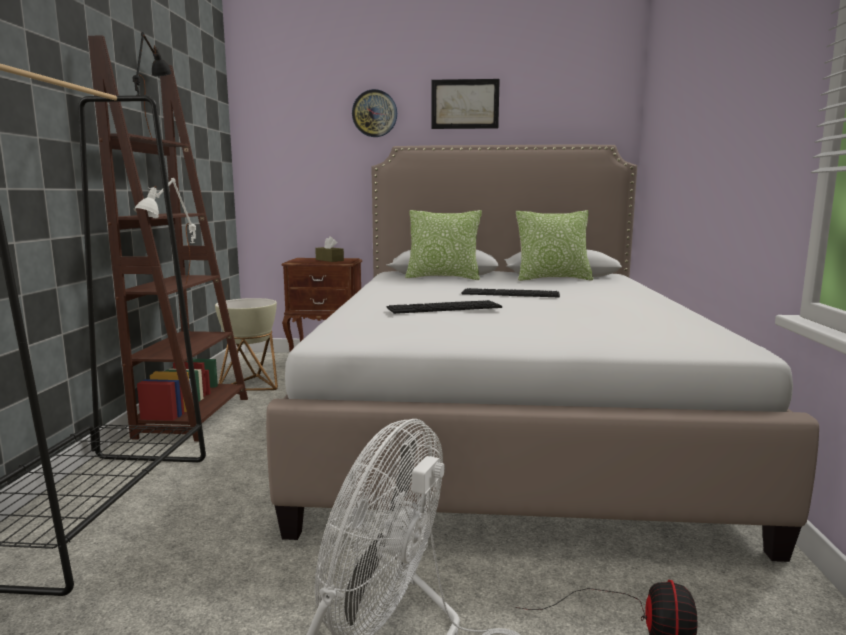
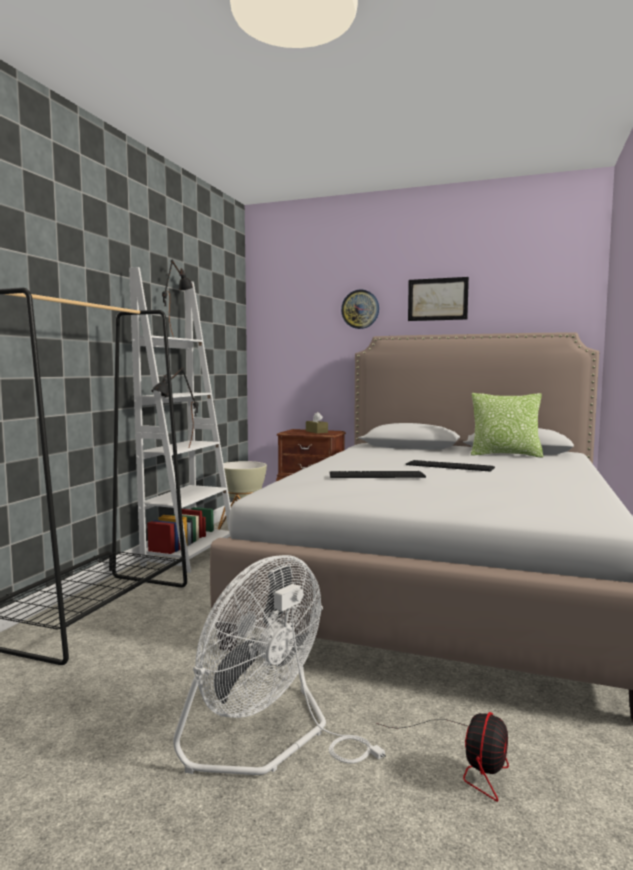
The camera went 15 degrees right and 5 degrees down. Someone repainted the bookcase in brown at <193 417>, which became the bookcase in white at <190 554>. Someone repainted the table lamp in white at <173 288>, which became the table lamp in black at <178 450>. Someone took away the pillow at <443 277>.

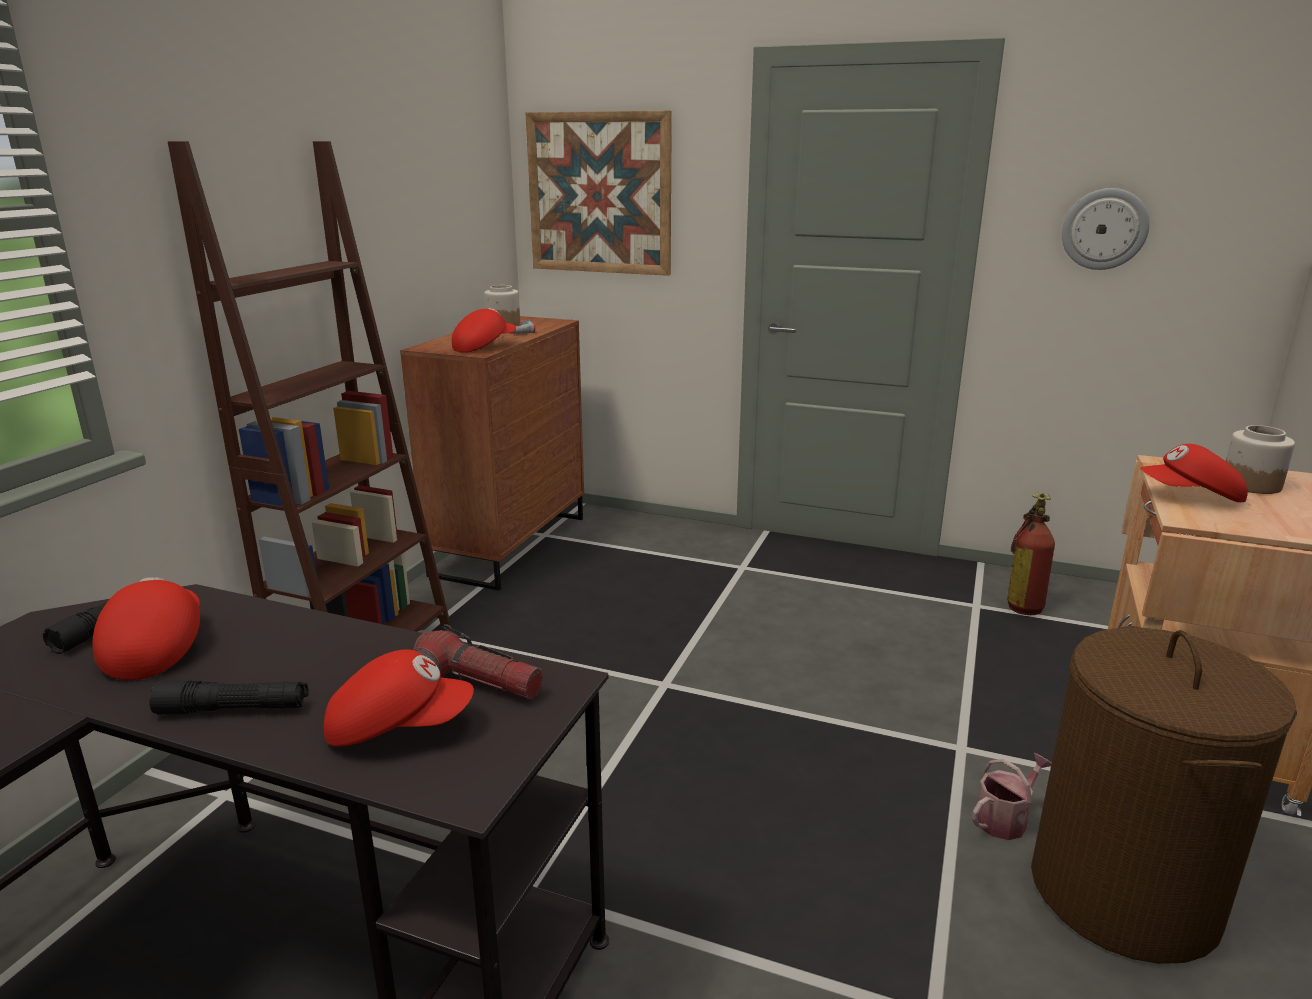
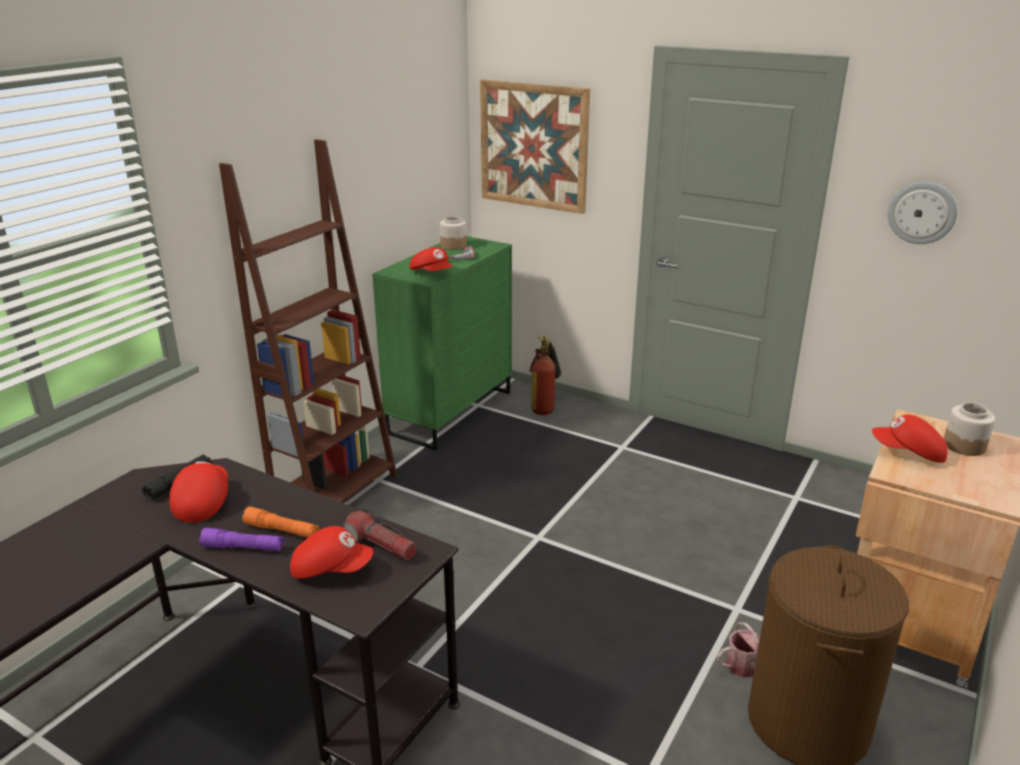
The camera went 10 degrees right and 5 degrees up. Someone rotated the cap in red at <483 347> by 90 degrees clockwise. Someone repainted the dresser in brown at <509 545>, which became the dresser in green at <450 412>. Someone carried the fire extinguisher from <1022 602> to <546 406>. Someone repainted the flashlight in black at <233 709>, which became the flashlight in purple at <243 548>. Someone put down the flashlight in orange at <282 530>.

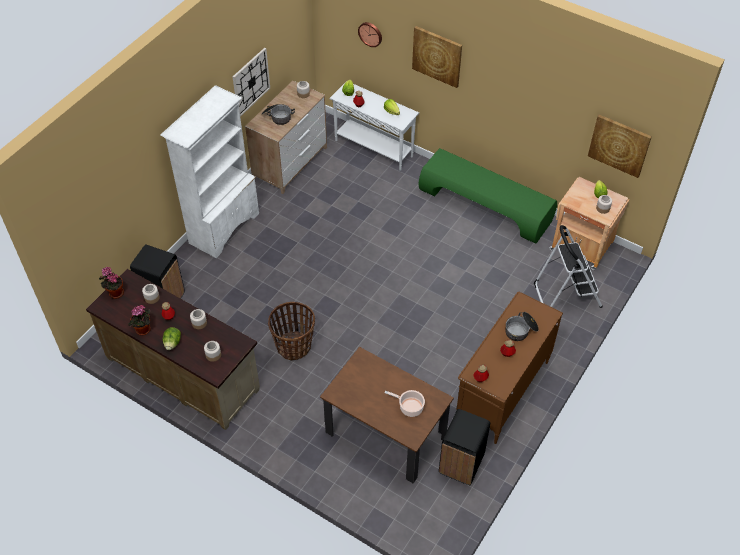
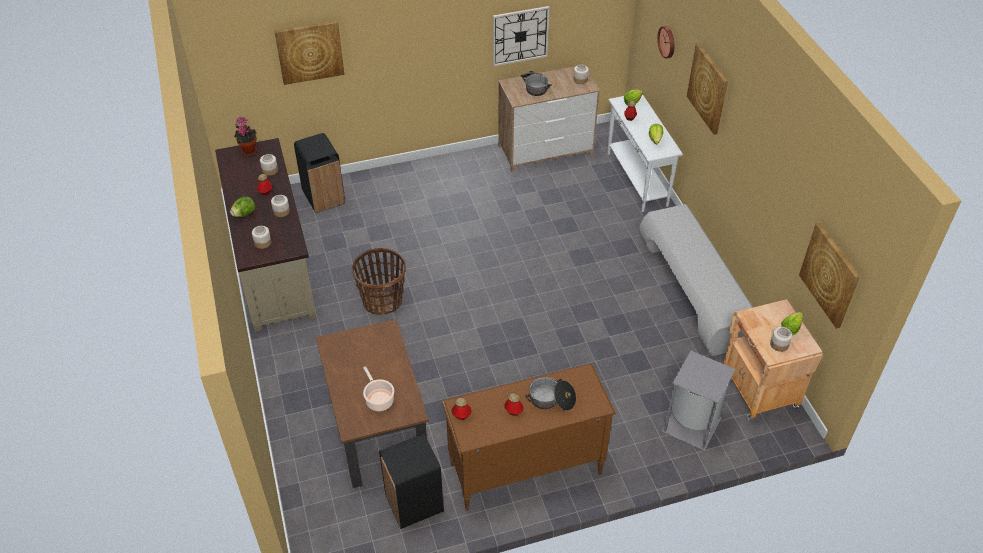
The camera went 40 degrees right and 5 degrees down. Someone took away the bookcase in white at <224 227>. Someone repainted the bench in green at <485 205>, which became the bench in grey at <695 290>. Someone swapped the step ladder at <565 295> for the trash can in grey at <691 423>. Someone took away the potted plant at <143 330>. Someone put up the picture at <310 52>.

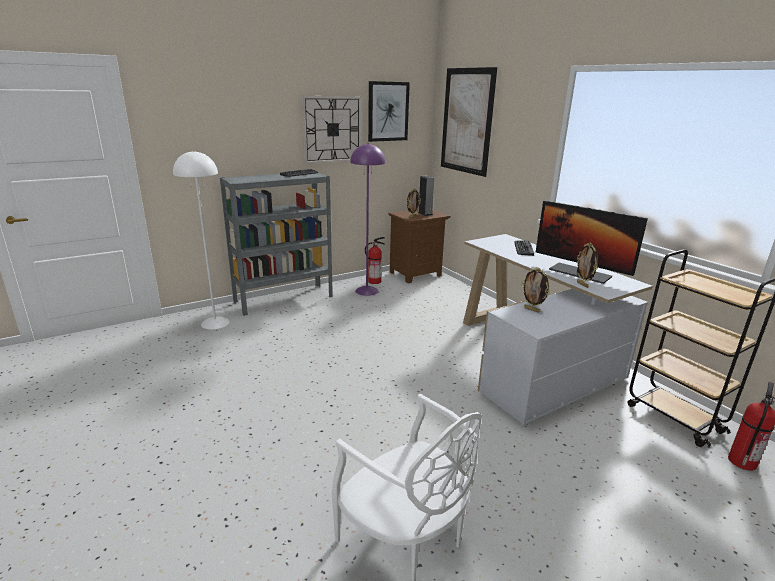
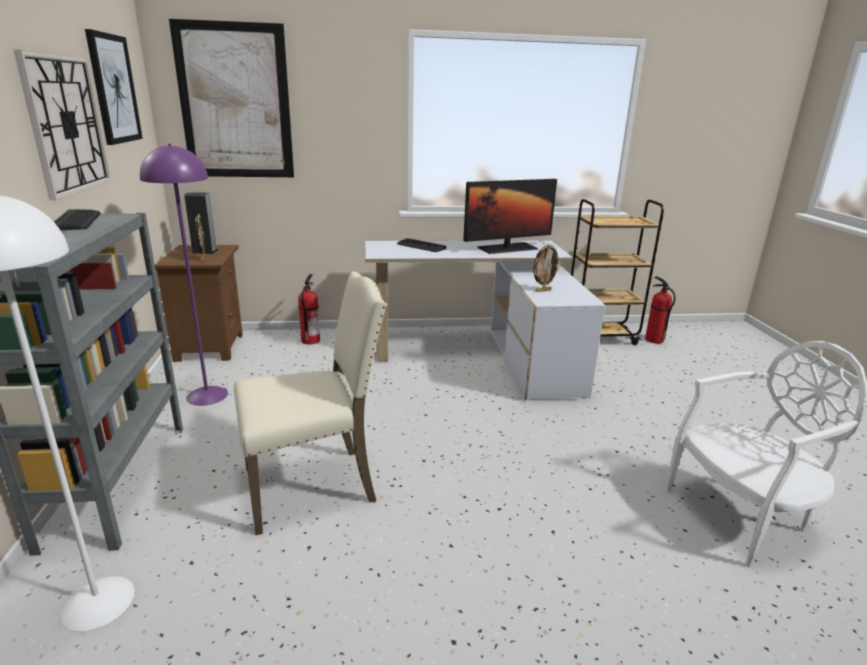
The camera went 65 degrees left and 0 degrees up. Someone carried the fire extinguisher from <375 281> to <310 340>. Someone took away the picture frame at <583 285>. Someone put down the chair in beige at <313 485>.

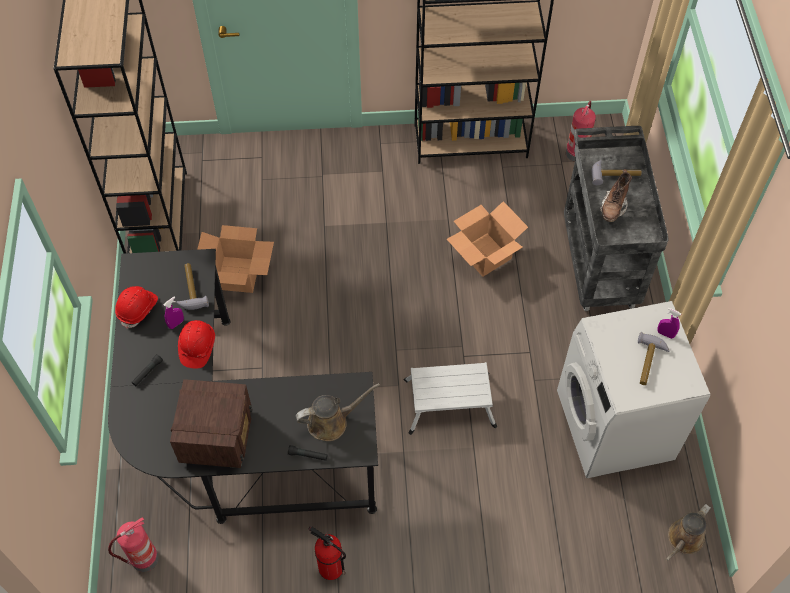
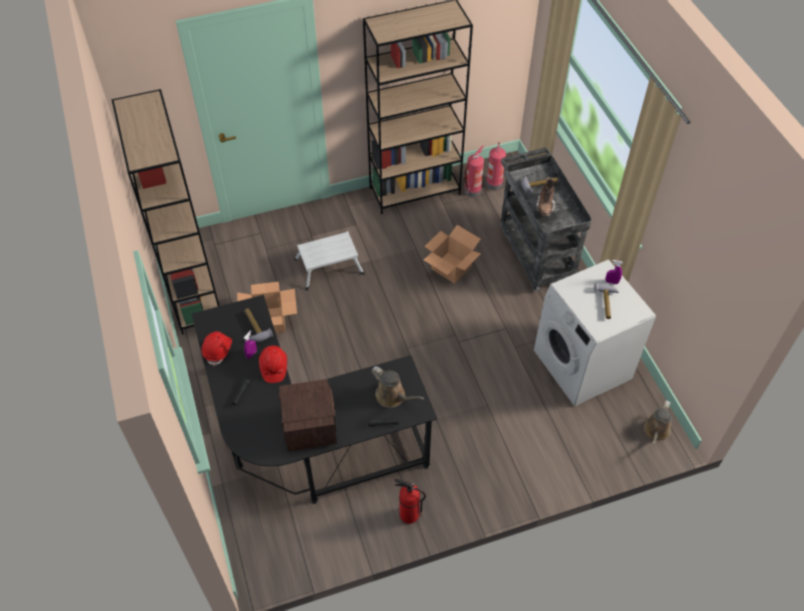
The camera went 15 degrees left and 5 degrees down. Someone carried the step ladder in white from <448 402> to <328 266>. Someone rotated the watering can in brown at <331 422> by 75 degrees clockwise. Someone carried the fire extinguisher from <143 560> to <472 192>.

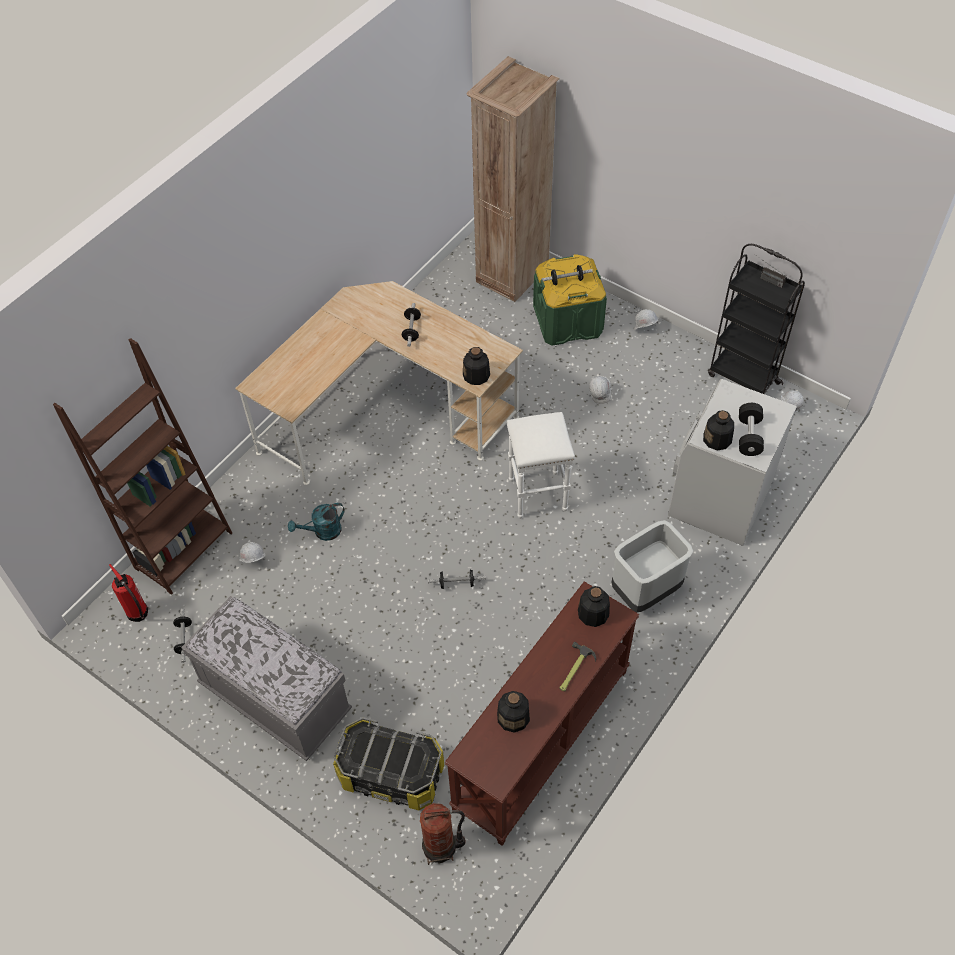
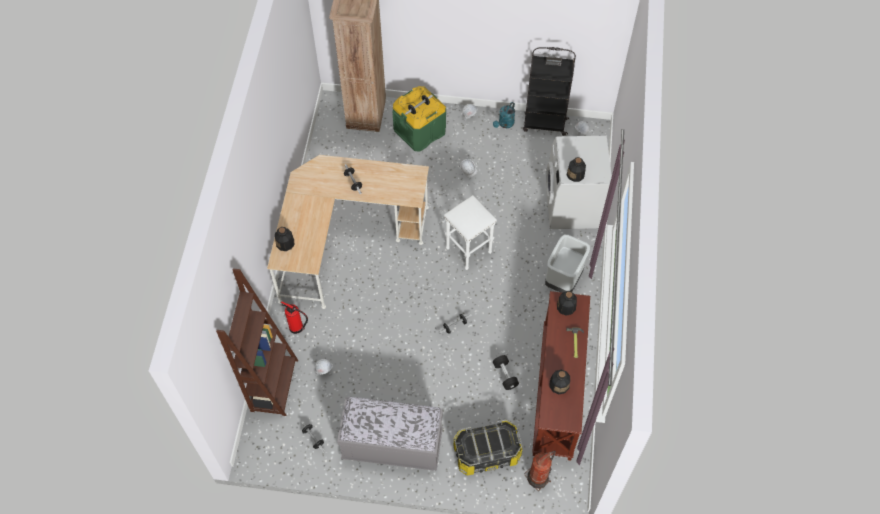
The camera went 30 degrees left and 5 degrees up. Someone carried the bottle from <476 375> to <285 243>. Someone carried the dumbbell in black from <749 436> to <505 375>. Someone carried the watering can in turquoise from <322 532> to <504 124>. Someone carried the fire extinguisher from <138 614> to <297 328>.

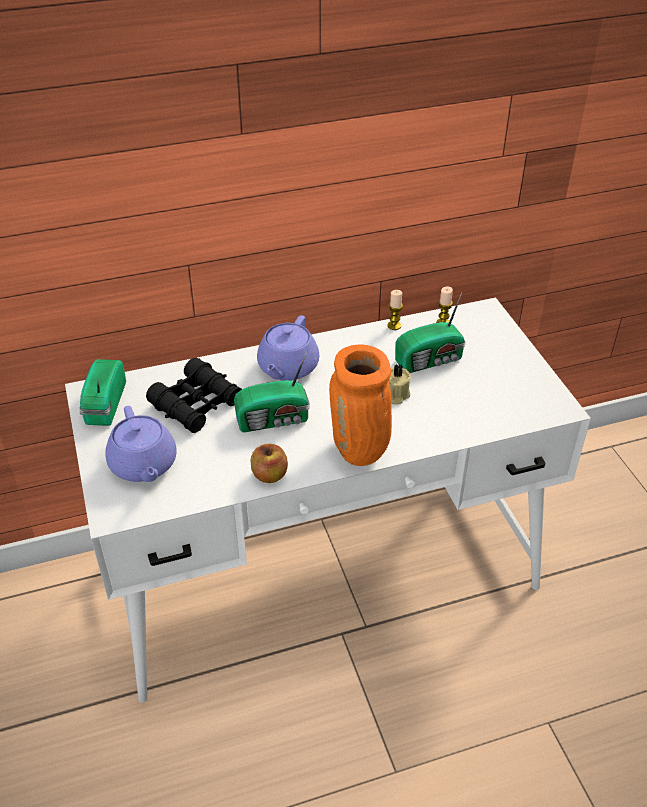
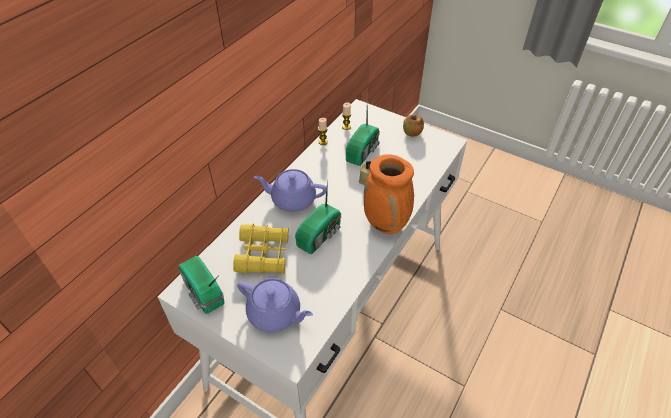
The camera went 40 degrees left and 5 degrees up. Someone rotated the teapot in purple at <287 368> by 120 degrees clockwise. Someone repainted the binoculars in black at <196 404>, which became the binoculars in yellow at <263 254>. Someone carried the apple from <269 475> to <412 133>.

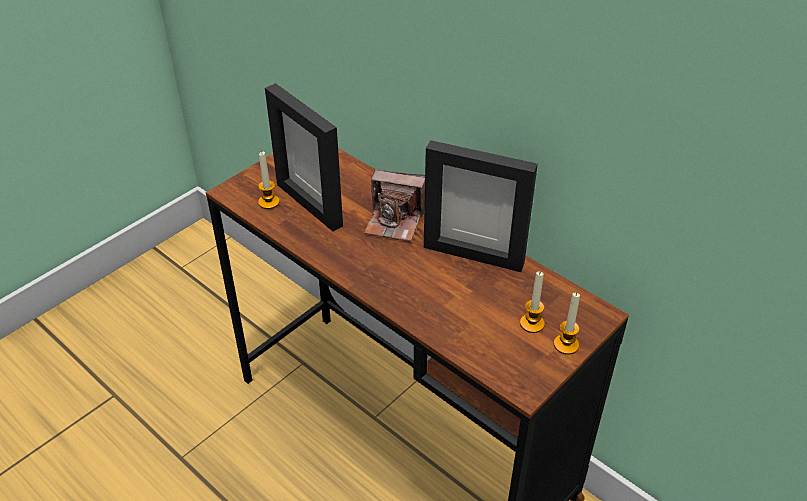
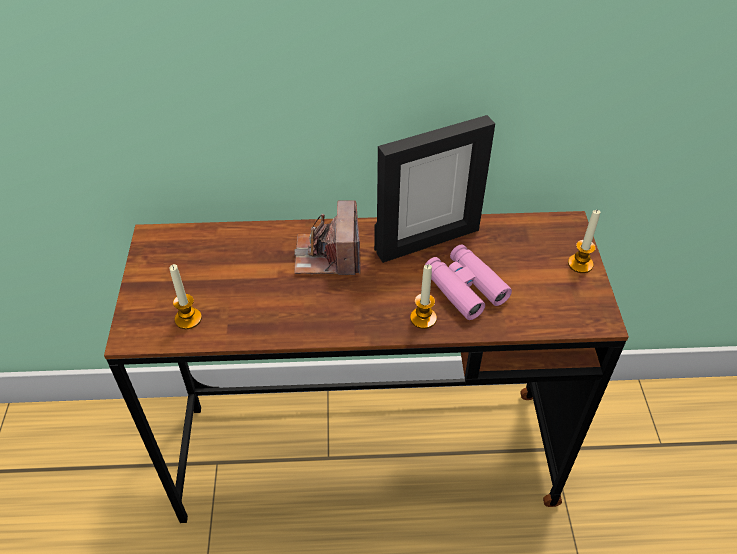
The camera went 45 degrees left and 5 degrees up. Someone took away the picture frame at <311 204>. Someone rotated the photo camera at <395 221> by 120 degrees clockwise. Someone carried the candle from <532 323> to <423 318>. Someone put down the binoculars in pink at <464 287>.

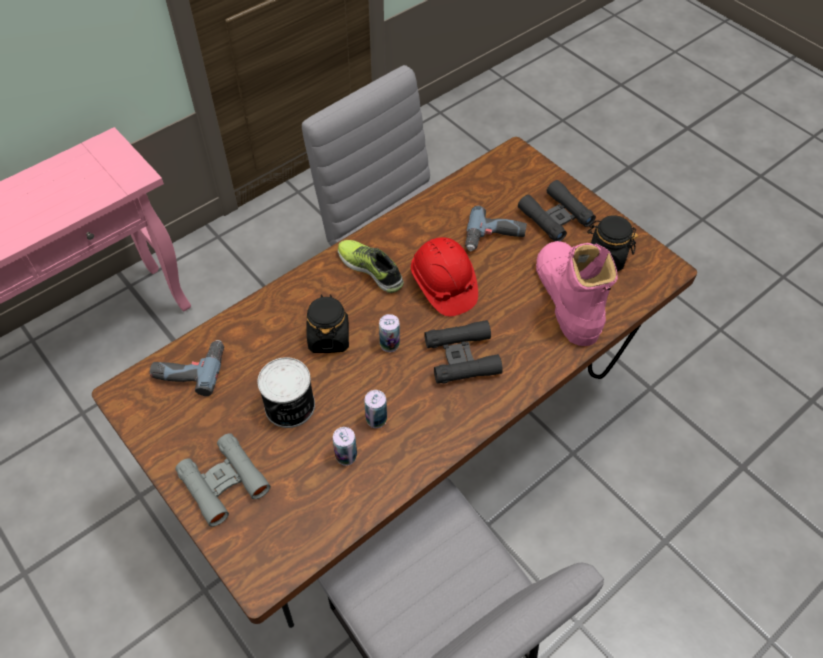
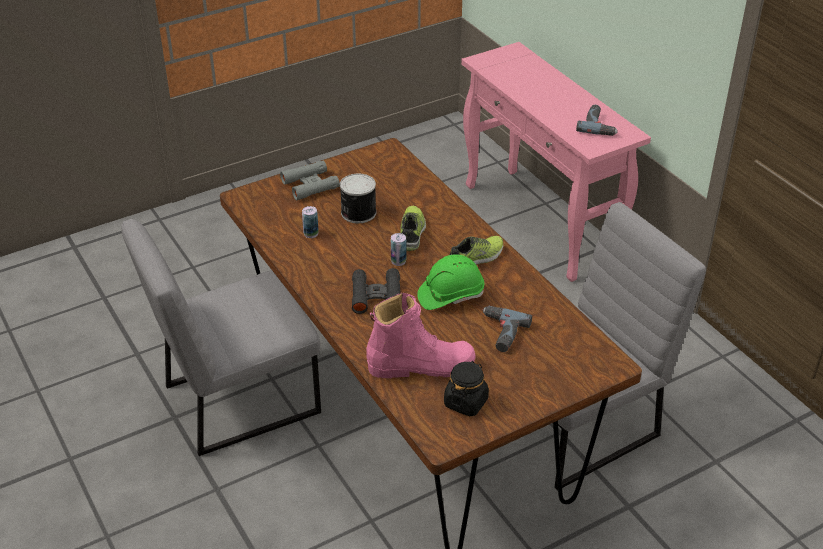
The camera went 100 degrees right and 15 degrees down. Someone took away the binoculars in black at <555 217>. Someone repainted the hard hat in red at <443 286>, which became the hard hat in green at <450 295>. Someone swapped the jar in black at <328 338> for the shoe at <412 233>. Someone carried the power drill from <190 368> to <599 125>. Someone took away the can at <376 419>.

